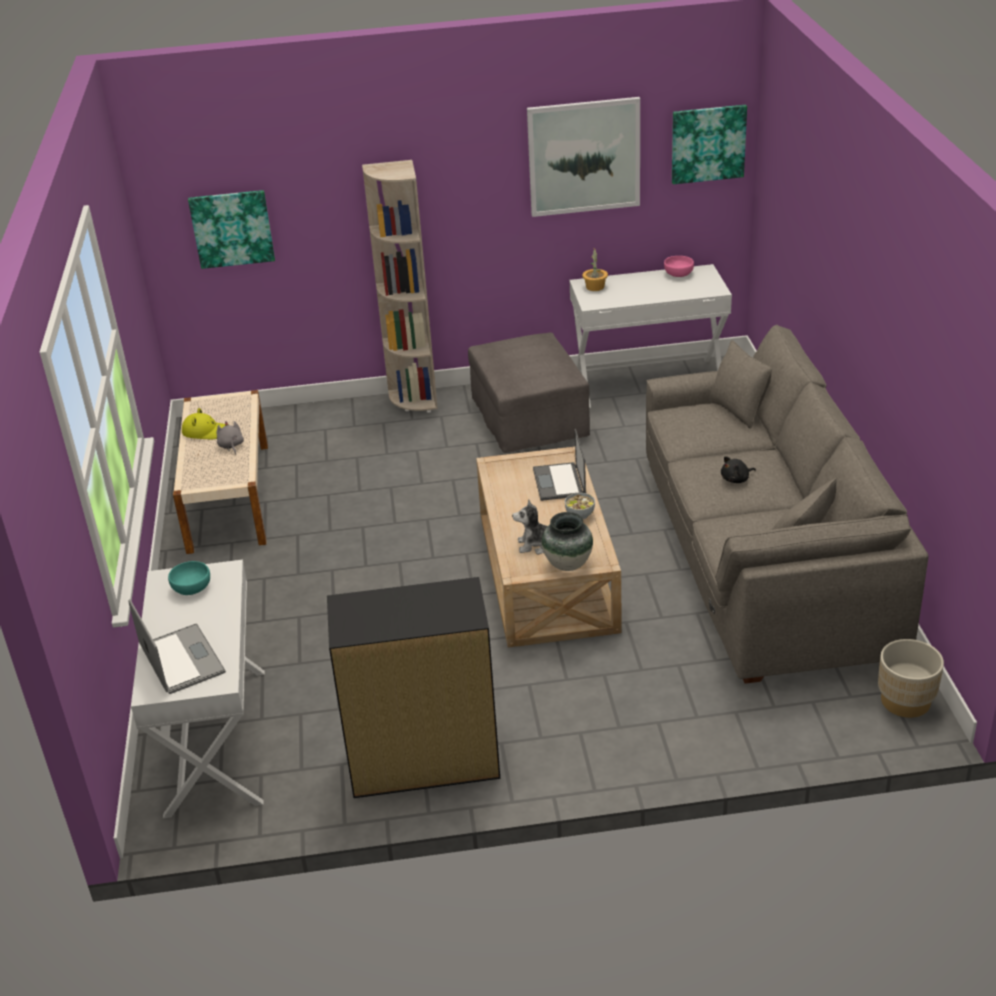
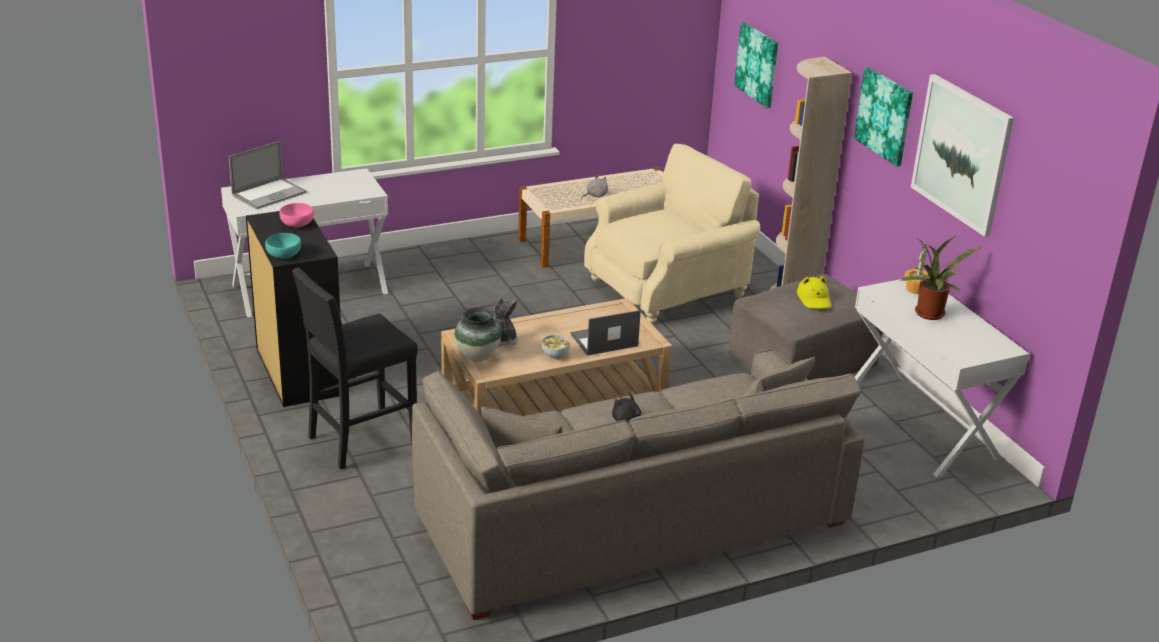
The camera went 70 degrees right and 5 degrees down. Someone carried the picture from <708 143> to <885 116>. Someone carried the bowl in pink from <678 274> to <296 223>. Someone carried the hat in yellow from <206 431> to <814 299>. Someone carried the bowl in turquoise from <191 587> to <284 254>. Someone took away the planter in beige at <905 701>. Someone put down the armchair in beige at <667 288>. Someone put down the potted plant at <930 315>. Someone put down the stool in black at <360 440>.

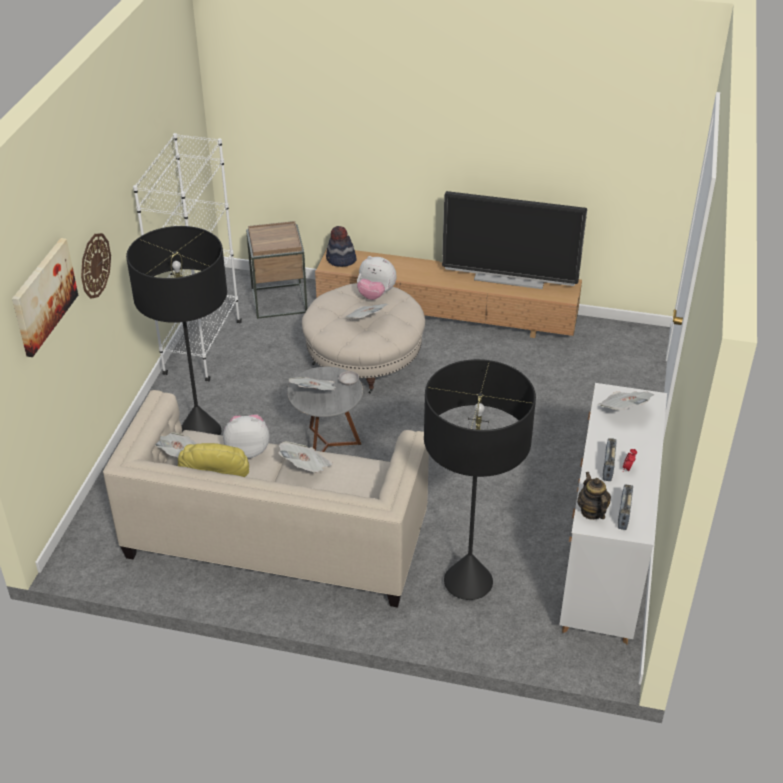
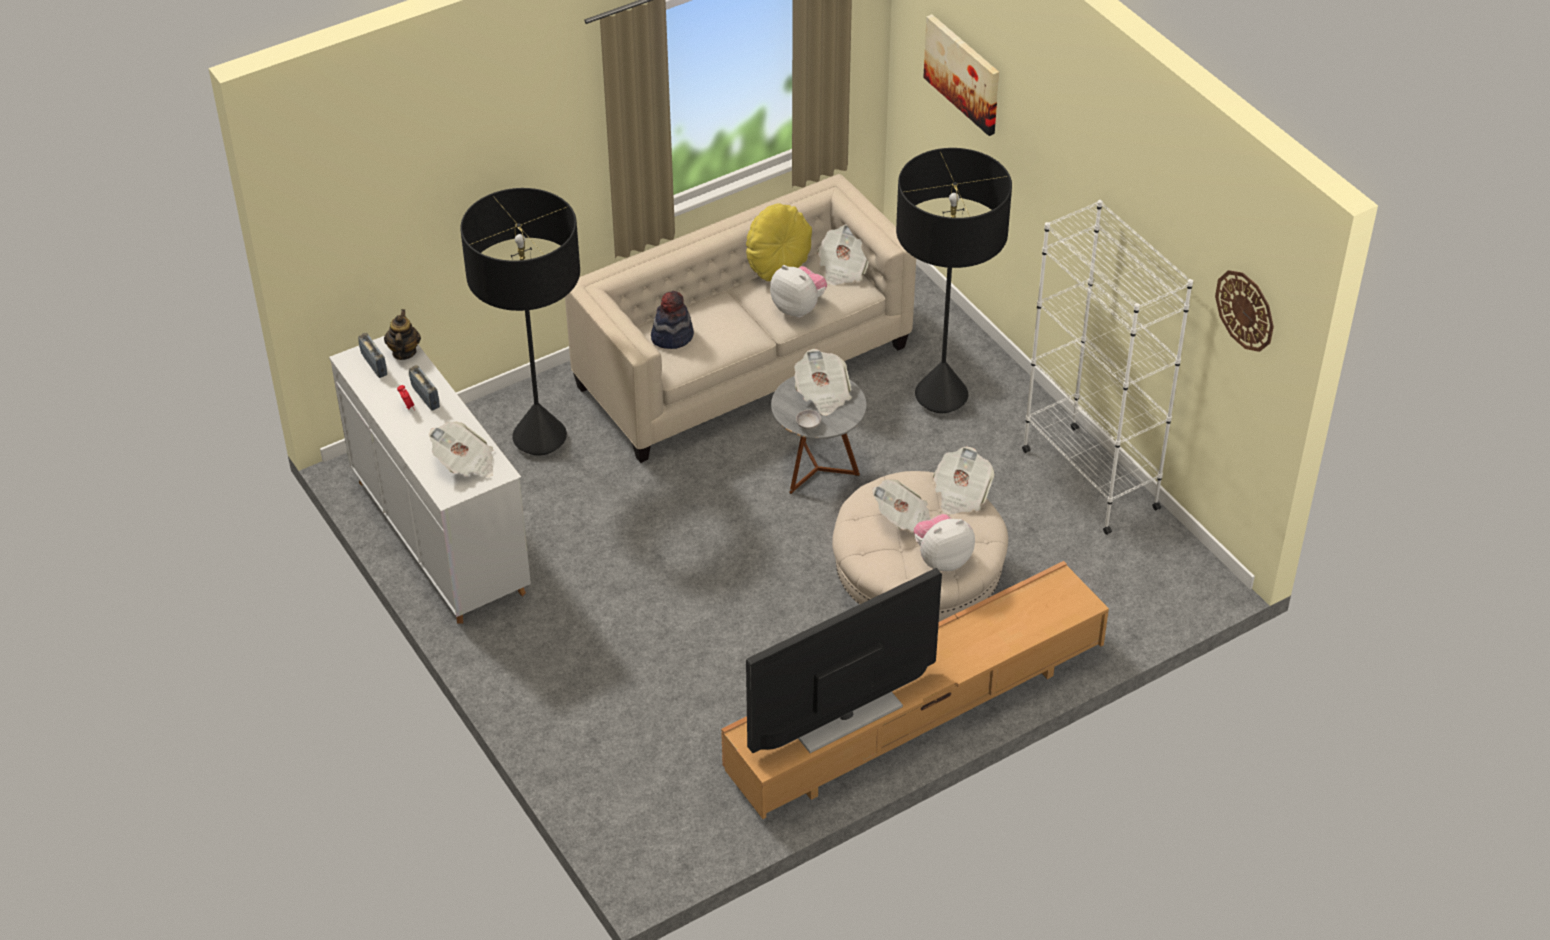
The camera went 135 degrees right and 5 degrees up. Someone took away the side table in brown at <279 300>. Someone carried the hat from <341 260> to <672 336>. Someone carried the wall clock from <95 265> to <1245 310>. Someone rotated the plush toy at <248 450> by 90 degrees counterclockwise. Someone carried the newspaper from <306 467> to <960 494>. Someone rotated the teapot at <592 511> by 120 degrees counterclockwise.

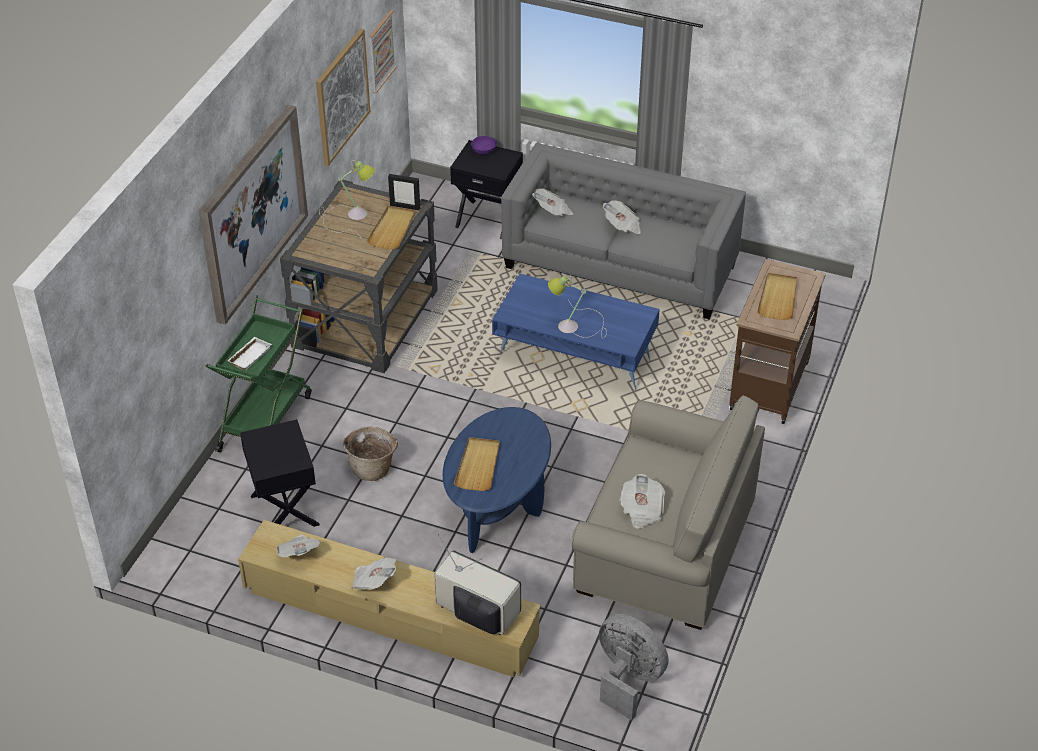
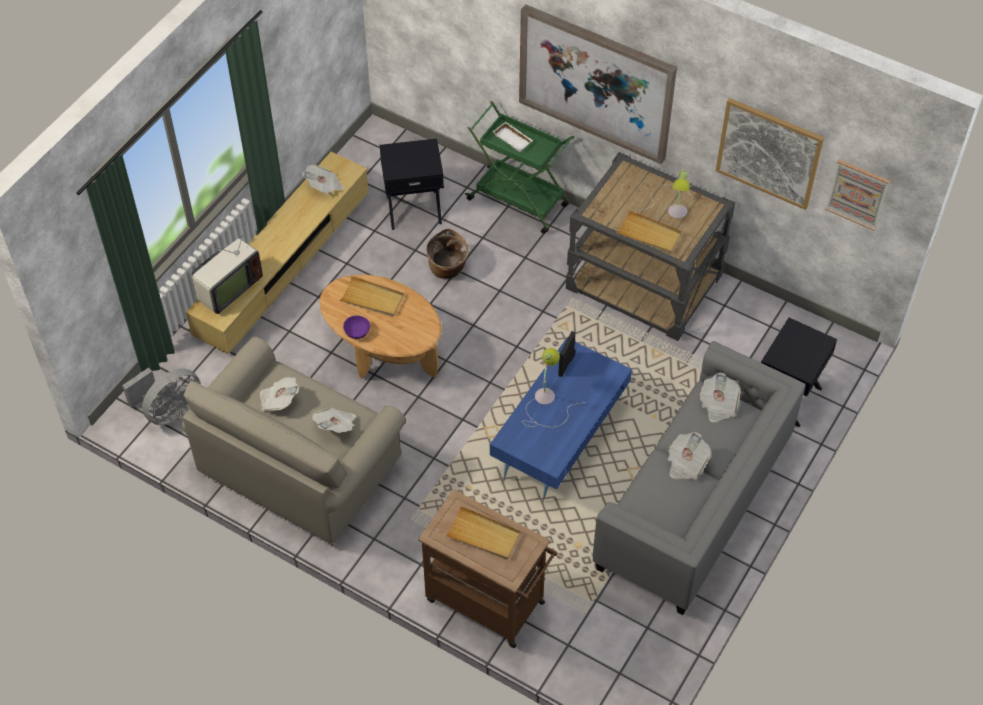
The camera went 100 degrees right and 10 degrees up. Someone carried the bowl in purple from <484 150> to <357 332>. Someone carried the picture frame from <405 206> to <566 365>. Someone repainted the coffee table in blue at <498 504>, which became the coffee table in brown at <383 351>. Someone carried the newspaper from <373 581> to <336 426>.

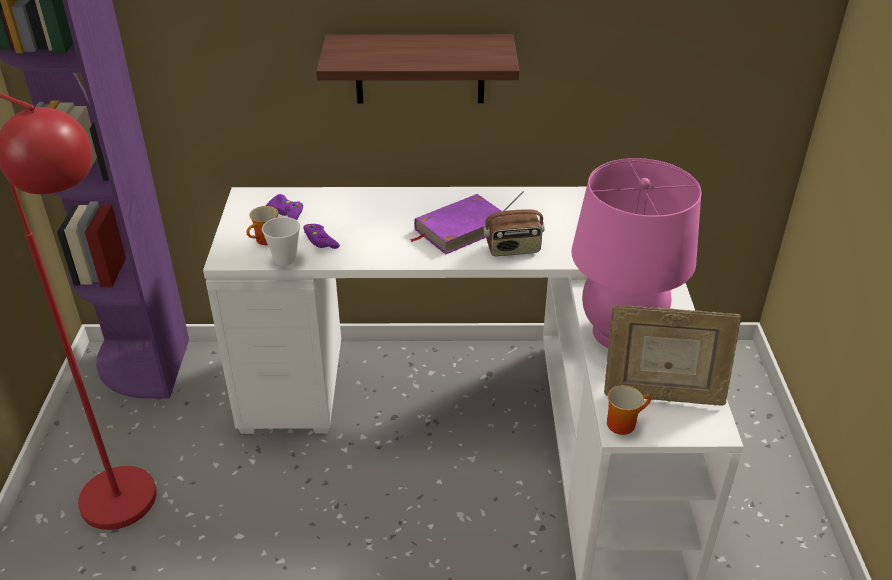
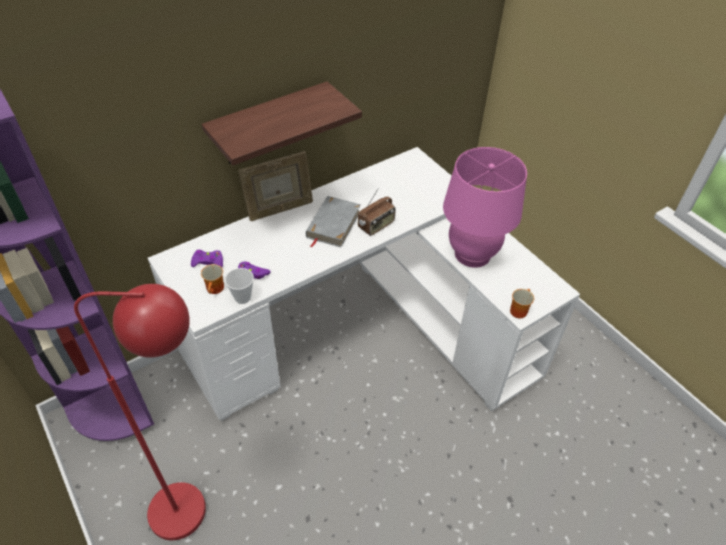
The camera went 35 degrees left and 10 degrees up. Someone repainted the book in purple at <460 229>, which became the book in grey at <333 224>. Someone carried the picture frame from <661 396> to <279 210>.

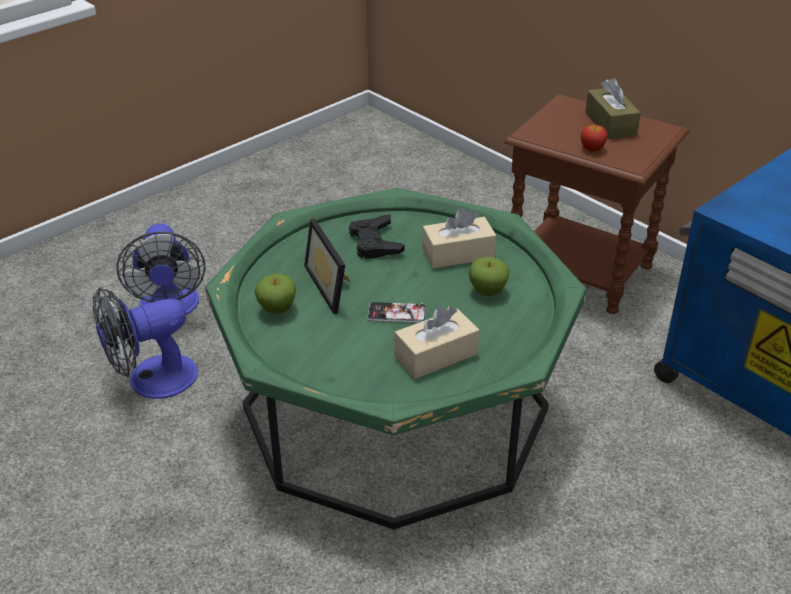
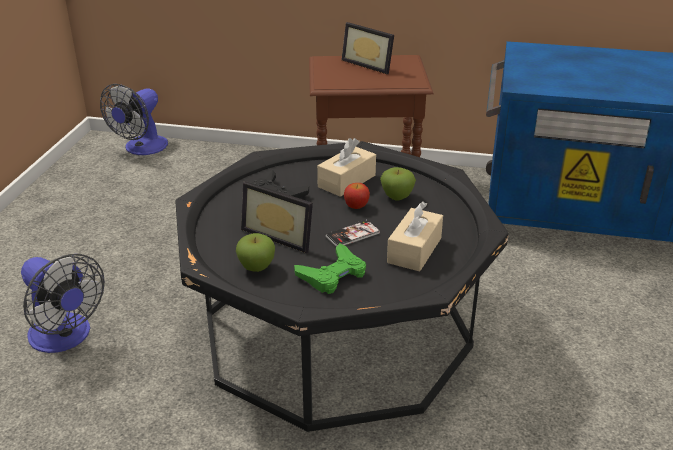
The camera went 35 degrees left and 5 degrees down. Someone swapped the tissue box in brown at <610 124> for the picture frame at <370 64>. Someone carried the apple from <592 149> to <356 206>. Someone repainted the coffee table in green at <395 409>, which became the coffee table in black at <336 330>. Someone carried the fan from <151 381> to <141 149>. Someone put down the game controller in green at <332 275>.

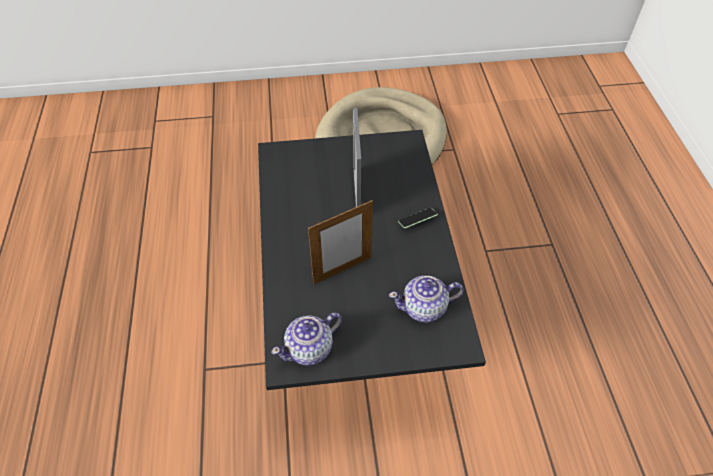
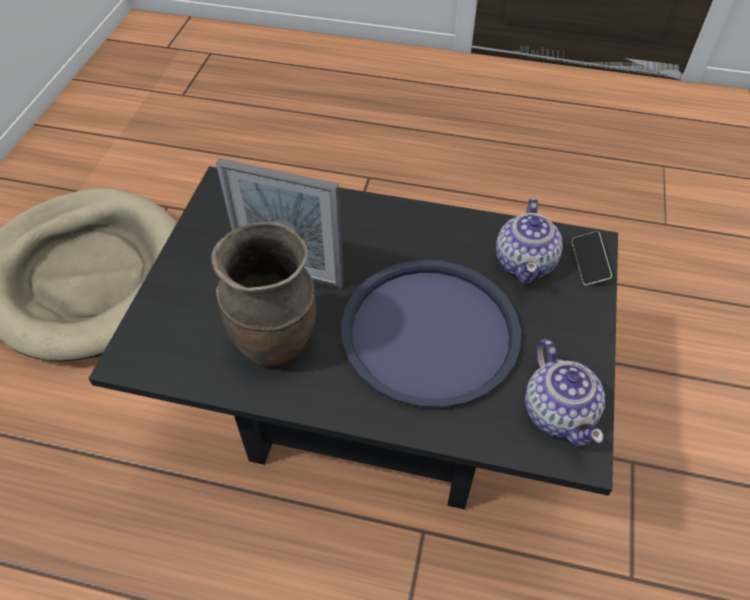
The camera went 70 degrees left and 0 degrees up. Someone swapped the picture frame at <342 270> for the tray in blue at <430 332>. Someone carried the phone from <417 221> to <589 263>. Someone put down the vase in brown at <276 342>.

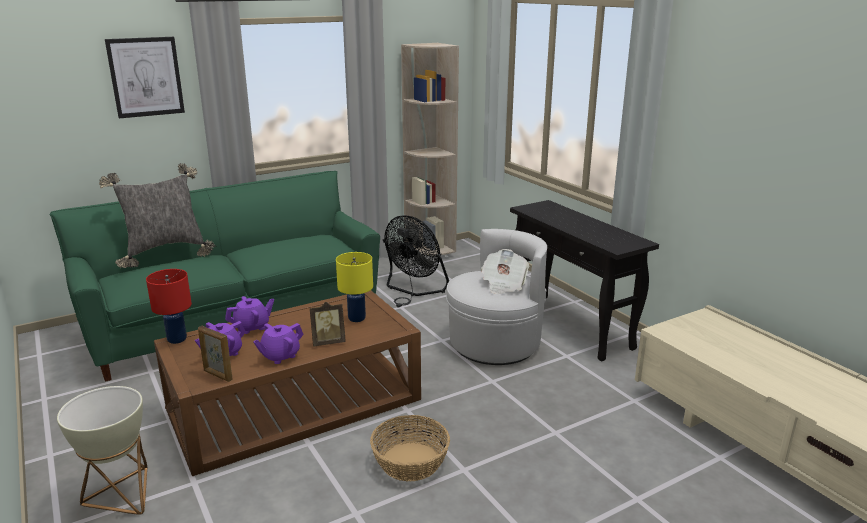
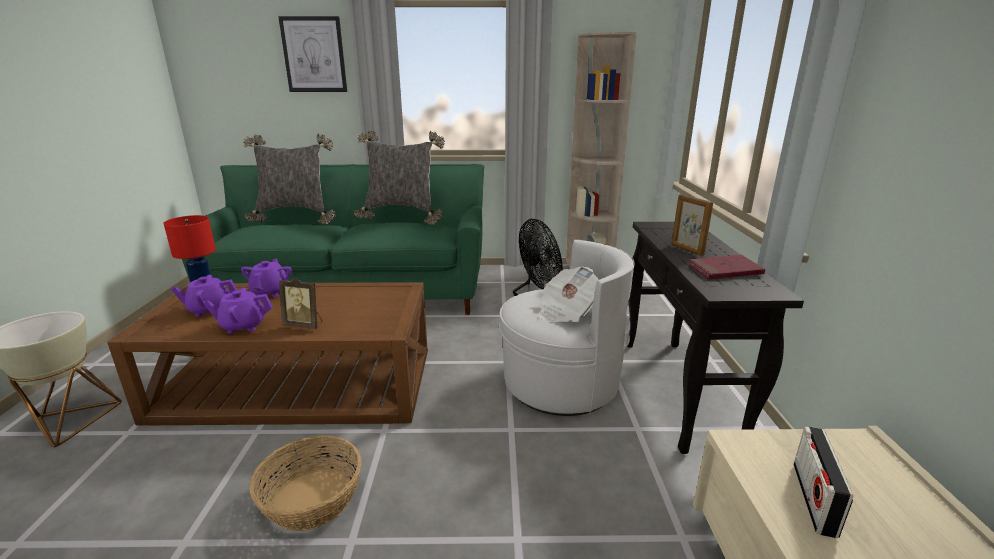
The camera went 30 degrees right and 0 degrees up. Someone took away the table lamp in yellow at <355 319>. Someone rotated the teapot in purple at <252 327> by 90 degrees counterclockwise. Someone carried the picture frame from <217 375> to <686 250>. Someone put down the pillow at <403 219>. Someone put down the book in red at <725 270>. Someone put down the radio at <814 499>.

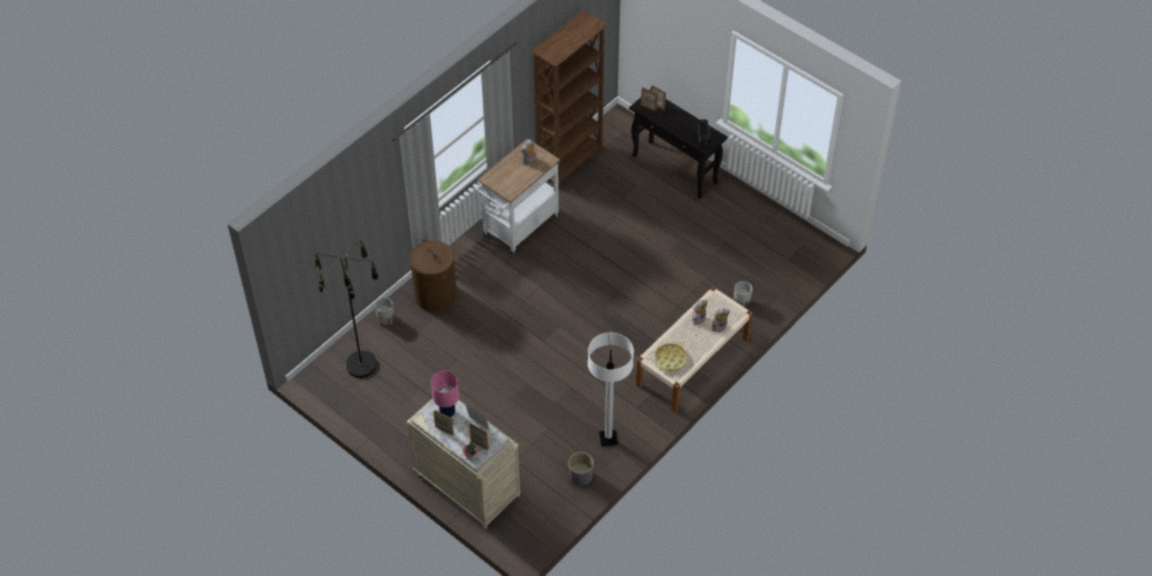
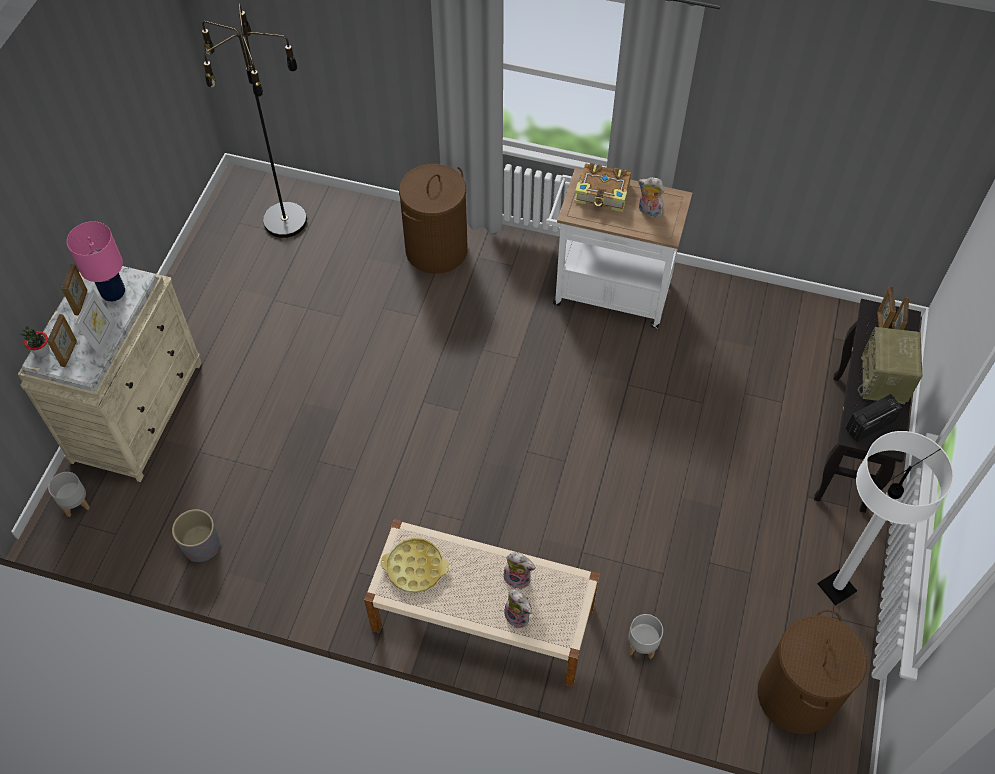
The camera went 65 degrees right and 5 degrees up. Someone took away the bookcase in brown at <570 162>. Someone carried the planter in grey from <386 319> to <76 504>. Someone carried the floor lamp in white from <608 438> to <836 588>. Someone put down the book at <603 194>. Someone put down the radio at <884 381>. Someone put down the laundry basket in brown at <796 696>.

